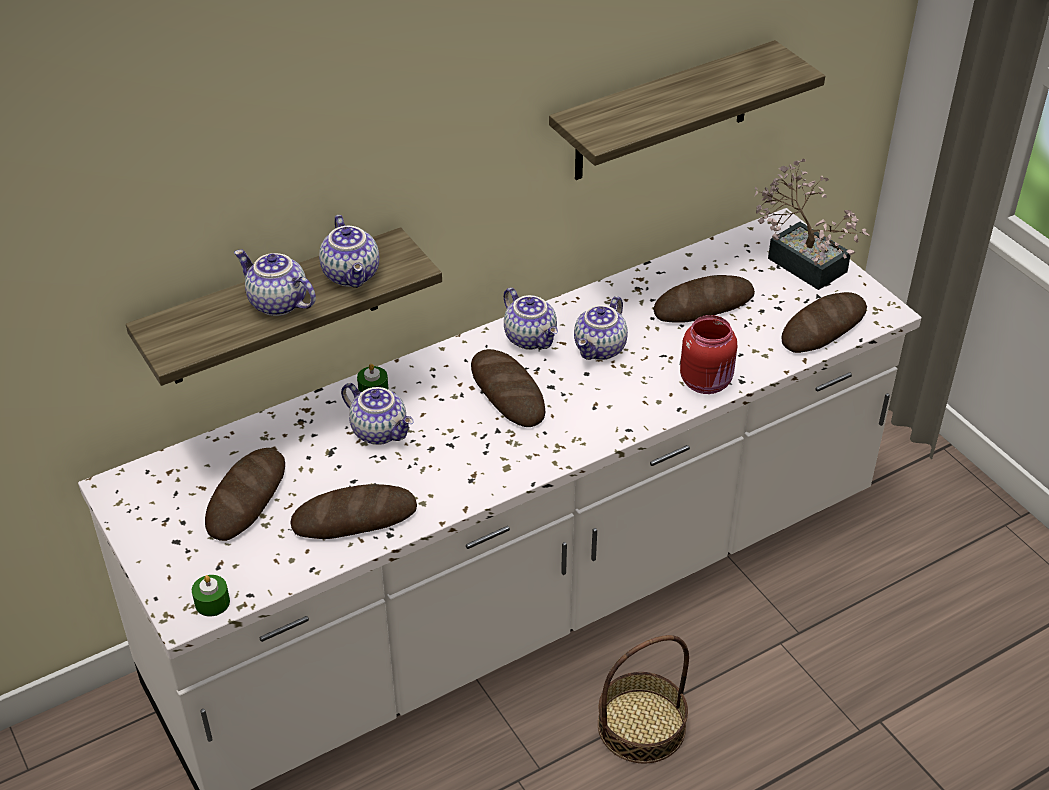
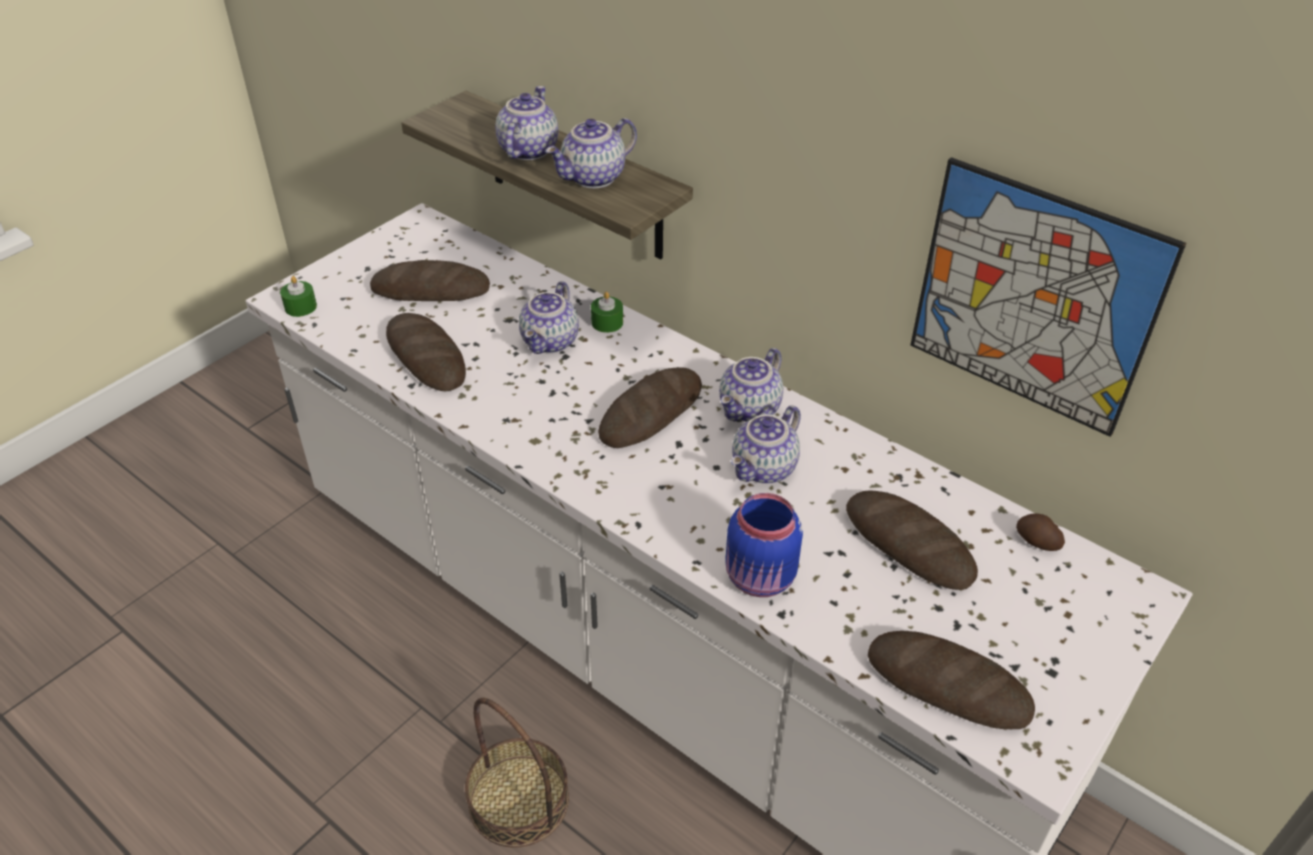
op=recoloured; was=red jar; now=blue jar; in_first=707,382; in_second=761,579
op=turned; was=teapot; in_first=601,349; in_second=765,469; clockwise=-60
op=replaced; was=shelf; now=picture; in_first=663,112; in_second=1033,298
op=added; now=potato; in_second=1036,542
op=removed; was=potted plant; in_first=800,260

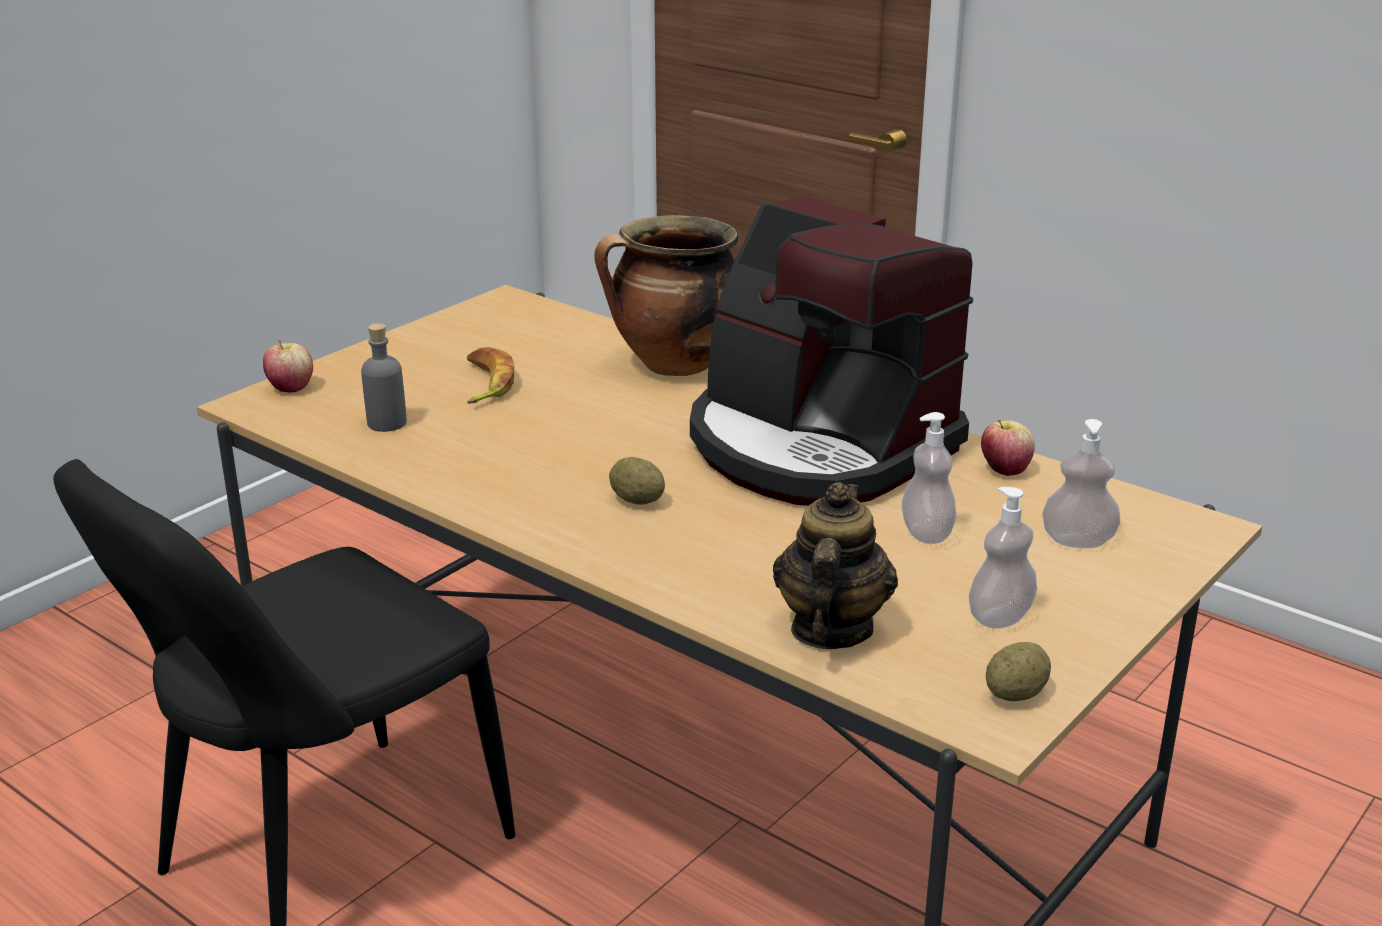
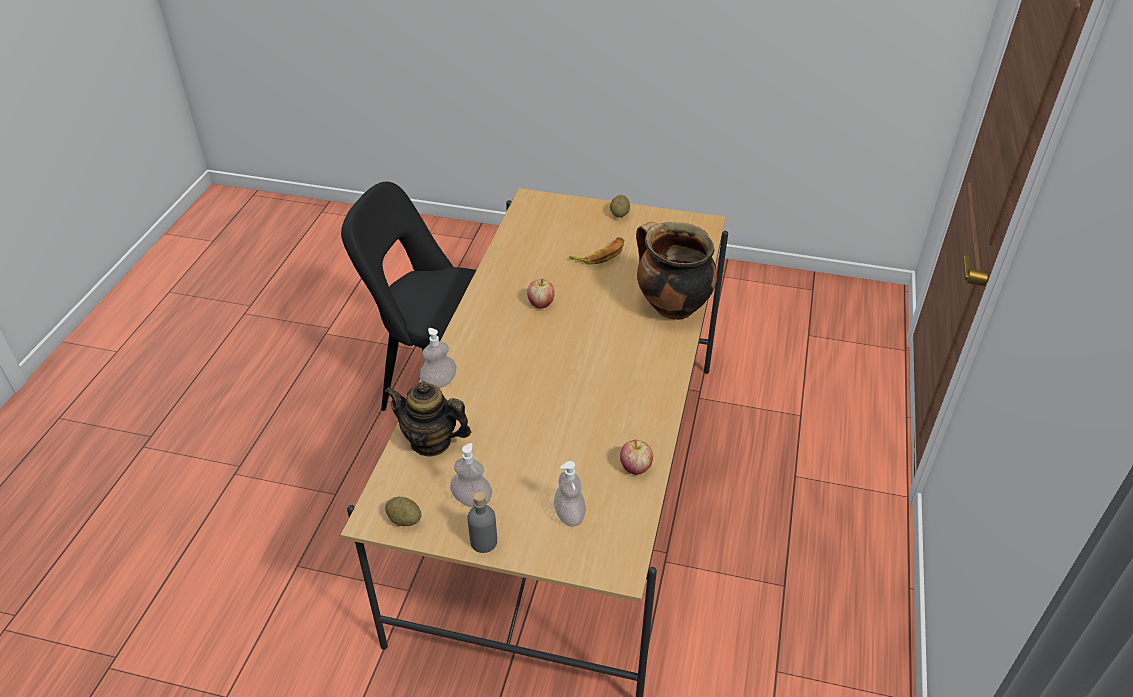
op=turned; was=teapot; in_first=830,629; in_second=431,441; clockwise=-150
op=moved; was=soap dispenser; in_first=926,533; in_second=439,382
op=moved; was=grey bottle; in_first=386,423; in_second=483,542
op=moved; was=apple; in_first=291,388; in_second=541,304
op=moved; was=potato; in_first=637,500; in_second=619,214
op=removed; was=coffee machine; in_first=817,446

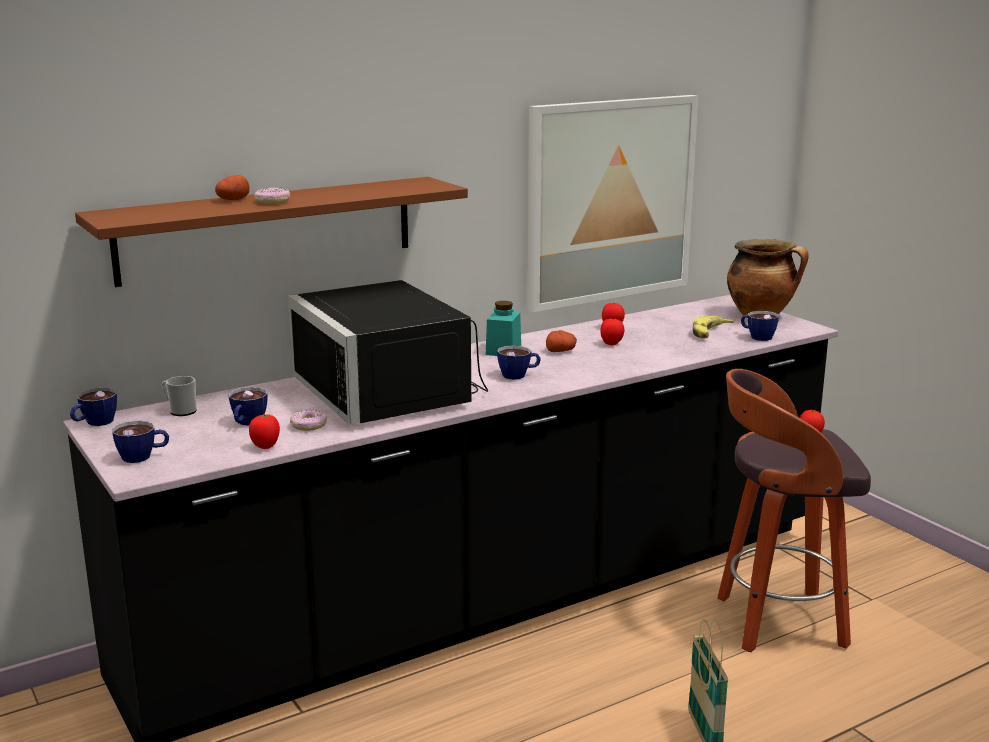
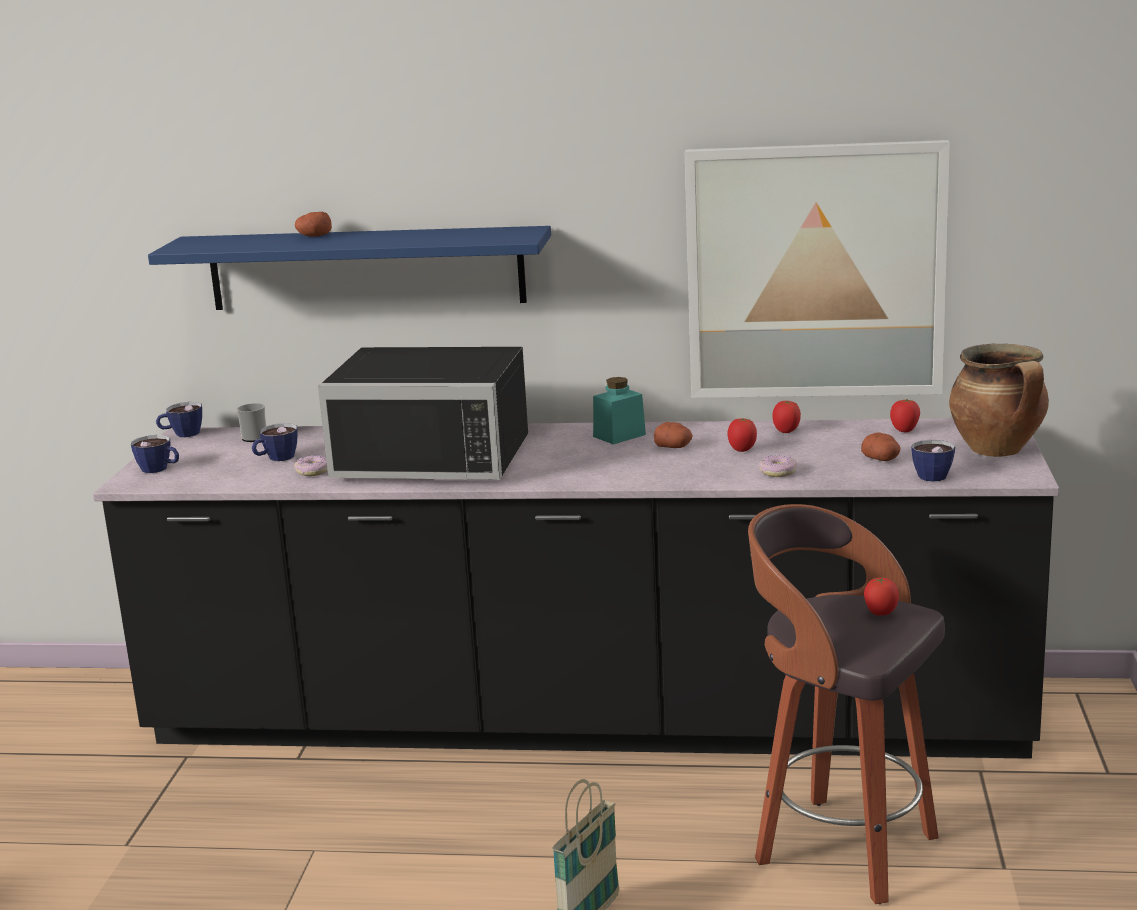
op=recoloured; was=brown shelf; now=blue shelf; in_first=268,229; in_second=366,268
op=turned; was=black microwave; in_first=393,392; in_second=437,456; clockwise=-90
op=moved; was=donut; in_first=272,201; in_second=777,472
op=replaced; was=banana; now=potato; in_first=709,333; in_second=882,459
op=moved; was=tomato; in_first=266,447; in_second=904,431
op=removed; was=cup; in_first=519,375

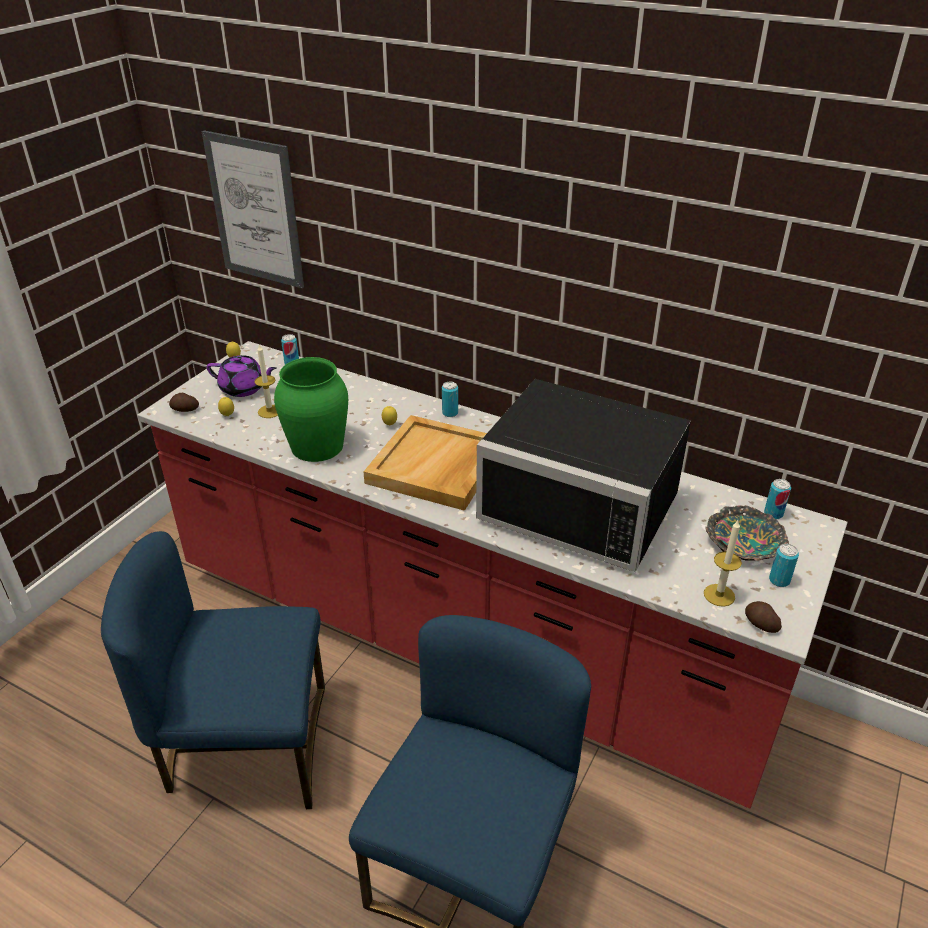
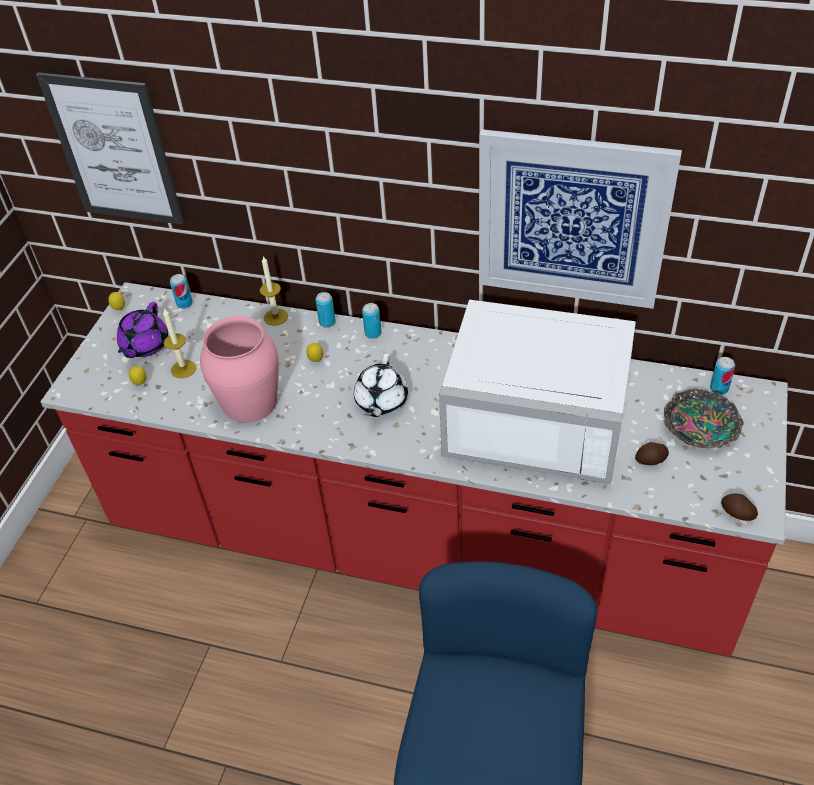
op=turned; was=purple teapot; in_first=244,389; in_second=144,345; clockwise=105
op=recoloured; was=green vase; now=pink vase; in_first=318,446; in_second=250,402
op=moved; was=candle; in_first=719,595; in_second=276,317
op=moved; was=can; in_first=779,580; in_second=327,322
op=replaced; was=beige tray; now=white teapot; in_first=436,466; in_second=381,402
op=recoloured; was=black microwave; now=white microwave; in_first=584,502; in_second=539,413
op=added; now=picture; in_second=572,220
op=moved; was=potato; in_first=185,410; in_second=651,460
op=removed; was=blue chair; in_first=247,746

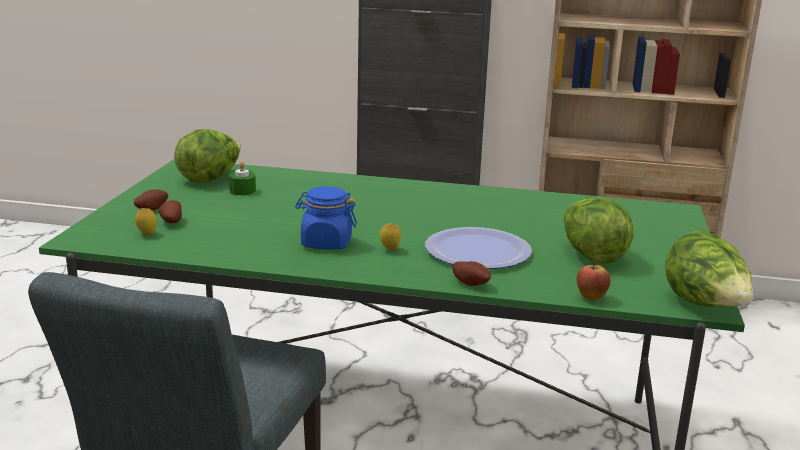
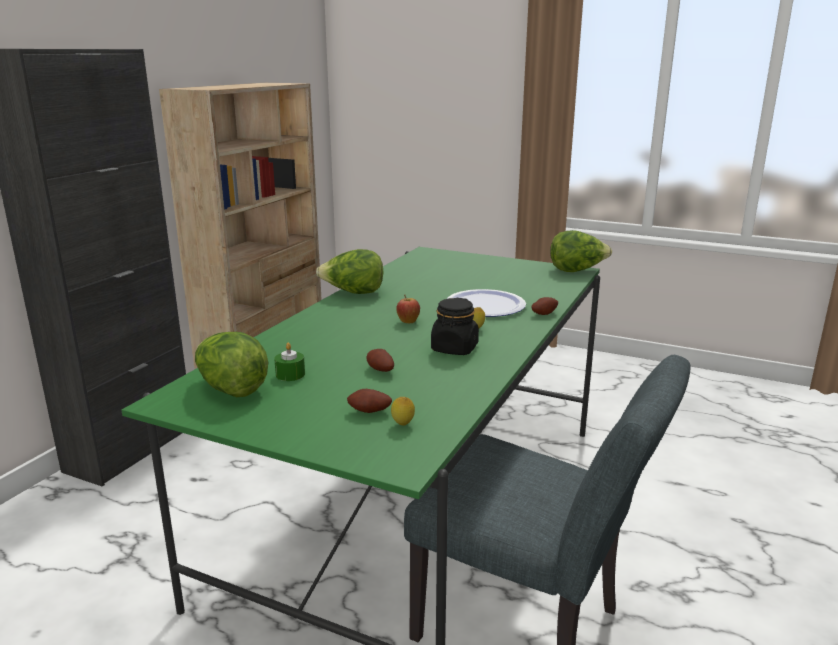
op=moved; was=lettuce; in_first=591,255; in_second=353,293
op=moved; was=potato; in_first=151,209; in_second=380,370
op=moved; was=apple; in_first=591,298; in_second=408,322
op=recoloured; was=blue jar; now=black jar; in_first=326,243; in_second=454,348

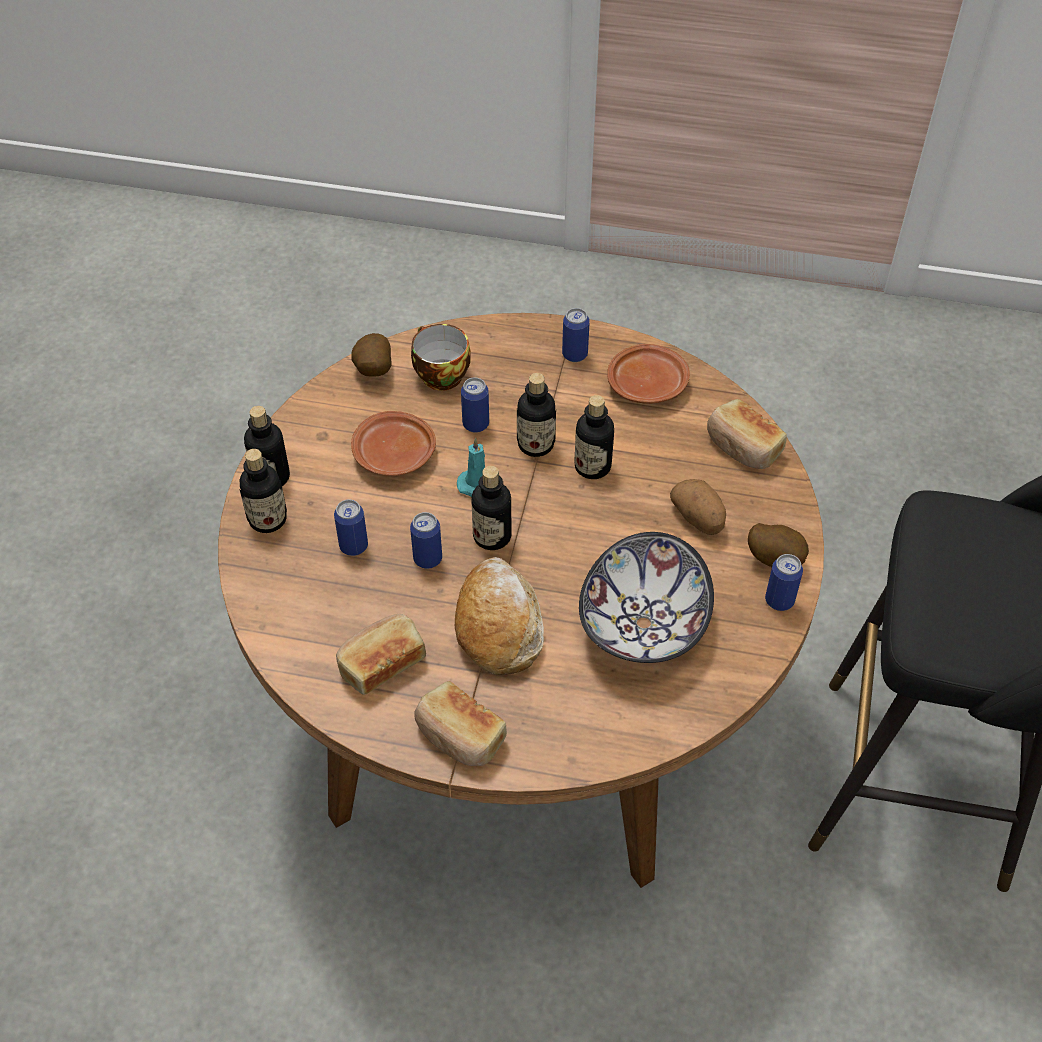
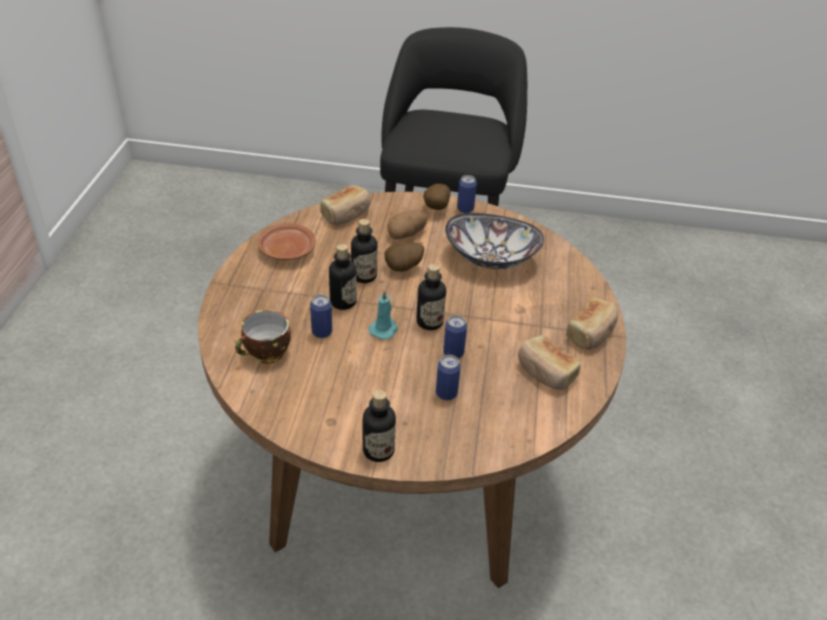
op=moved; was=potato; in_first=373,371; in_second=403,269
op=removed; was=bottle; in_first=268,519
op=removed; was=brown plate; in_first=395,455
op=removed; was=bread; in_first=498,625
op=removed; was=can; in_first=574,354

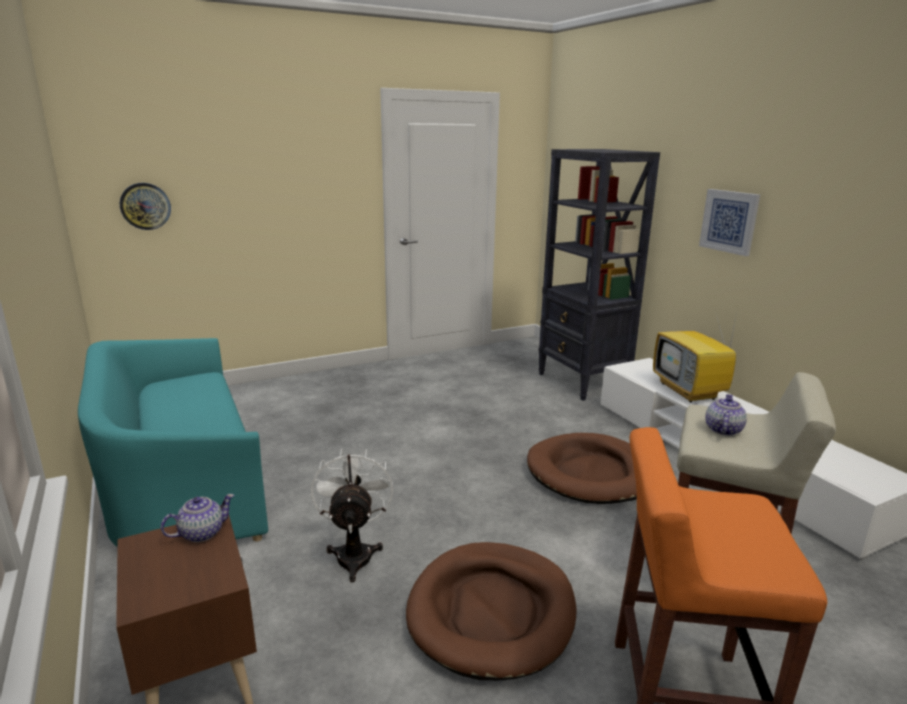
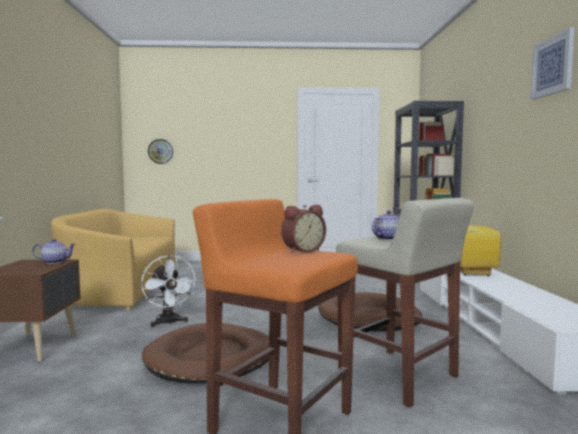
op=recoloured; was=turquoise sofa; now=yellow sofa; in_first=182,484; in_second=122,288
op=turned; was=white fan; in_first=354,553; in_second=169,323; clockwise=135
op=added; now=alarm clock; in_second=302,250
op=moved; was=picture; in_first=729,221; in_second=553,66

